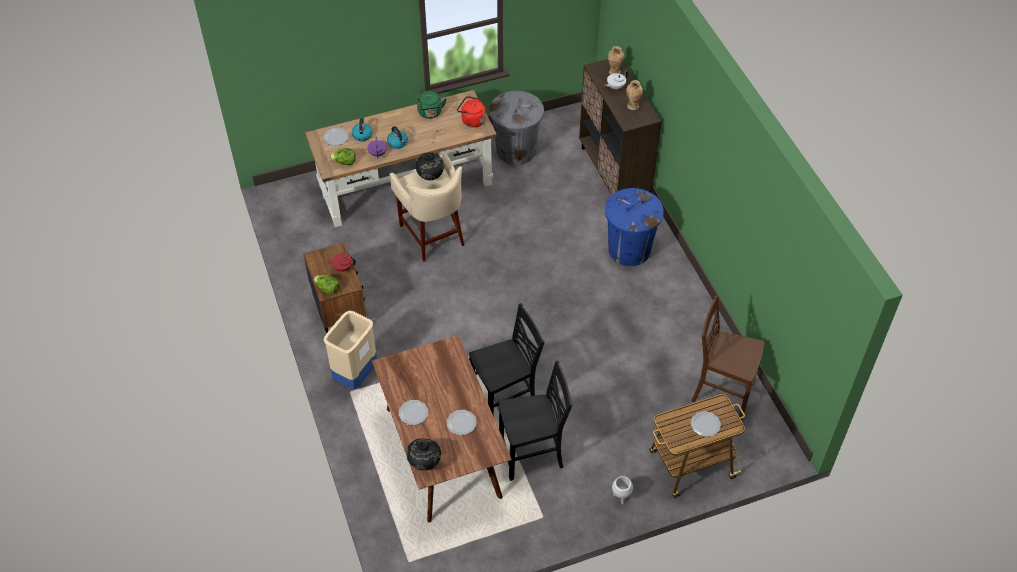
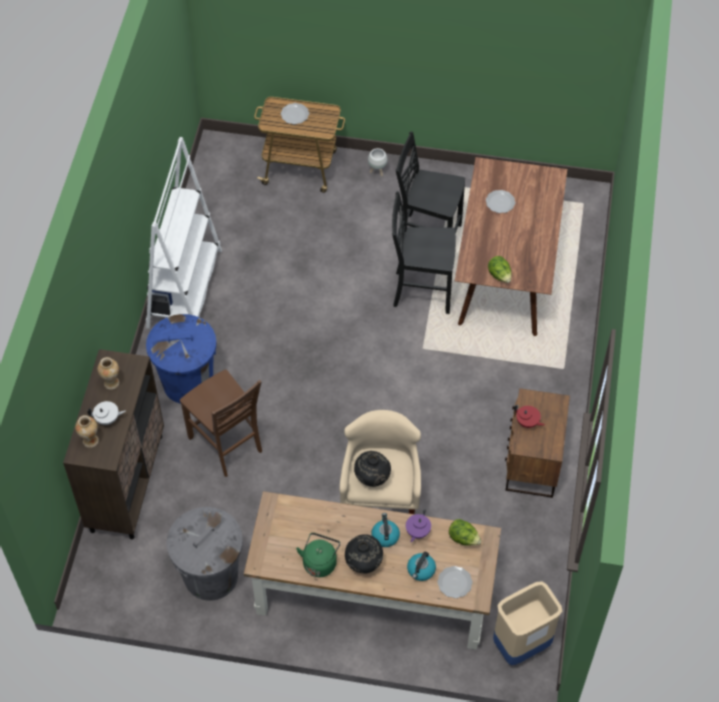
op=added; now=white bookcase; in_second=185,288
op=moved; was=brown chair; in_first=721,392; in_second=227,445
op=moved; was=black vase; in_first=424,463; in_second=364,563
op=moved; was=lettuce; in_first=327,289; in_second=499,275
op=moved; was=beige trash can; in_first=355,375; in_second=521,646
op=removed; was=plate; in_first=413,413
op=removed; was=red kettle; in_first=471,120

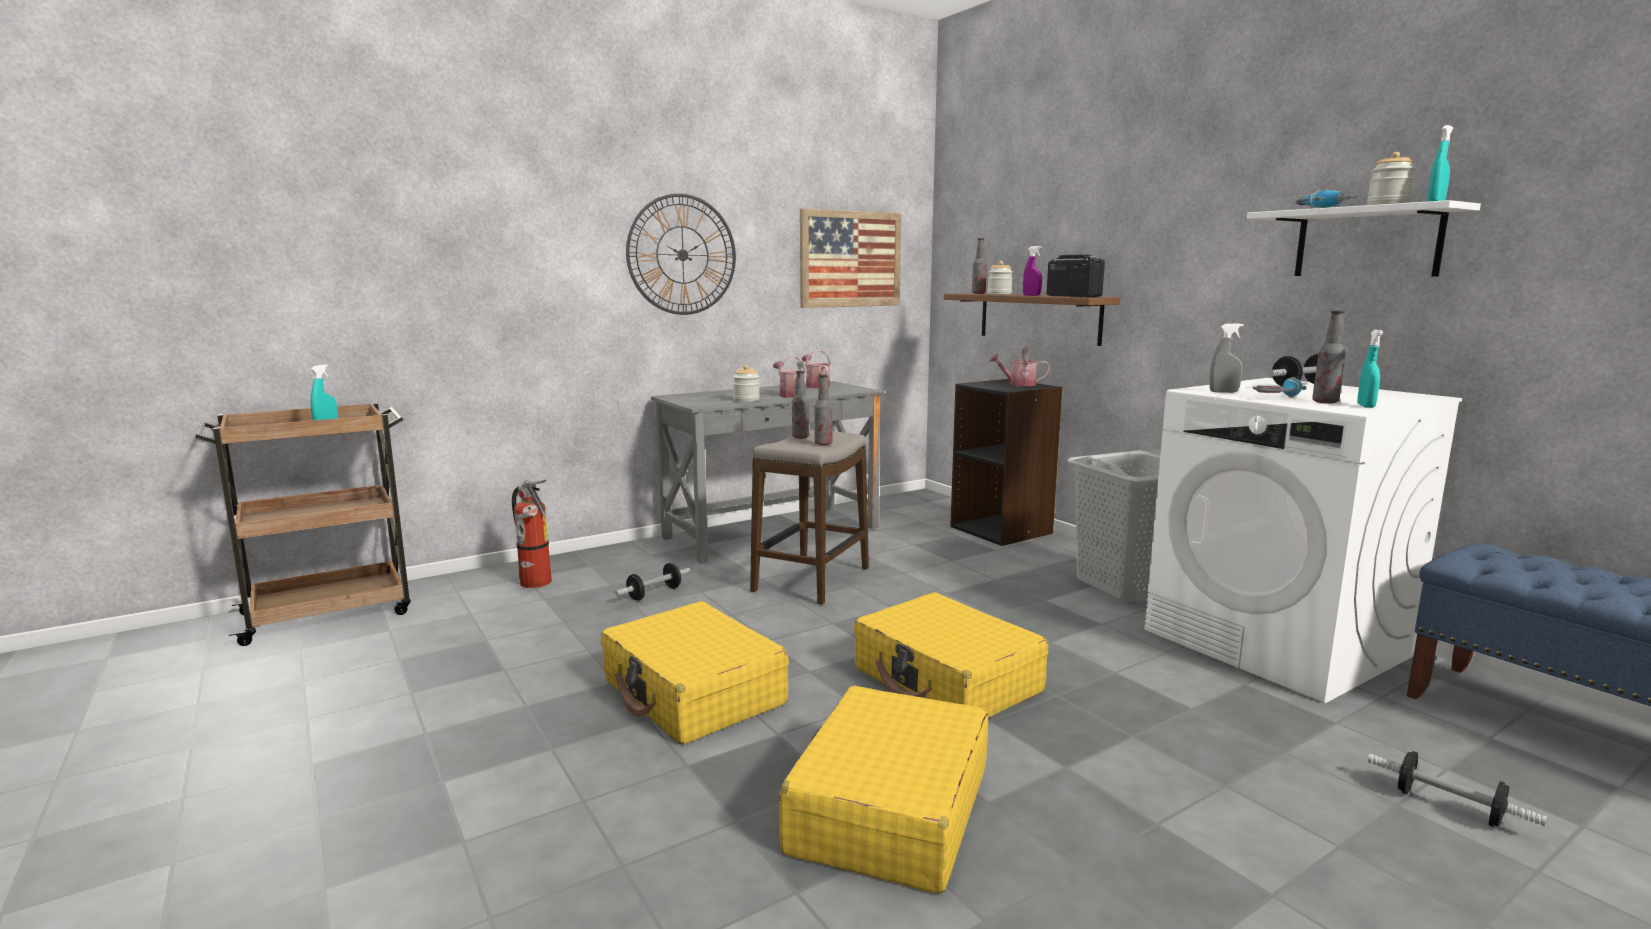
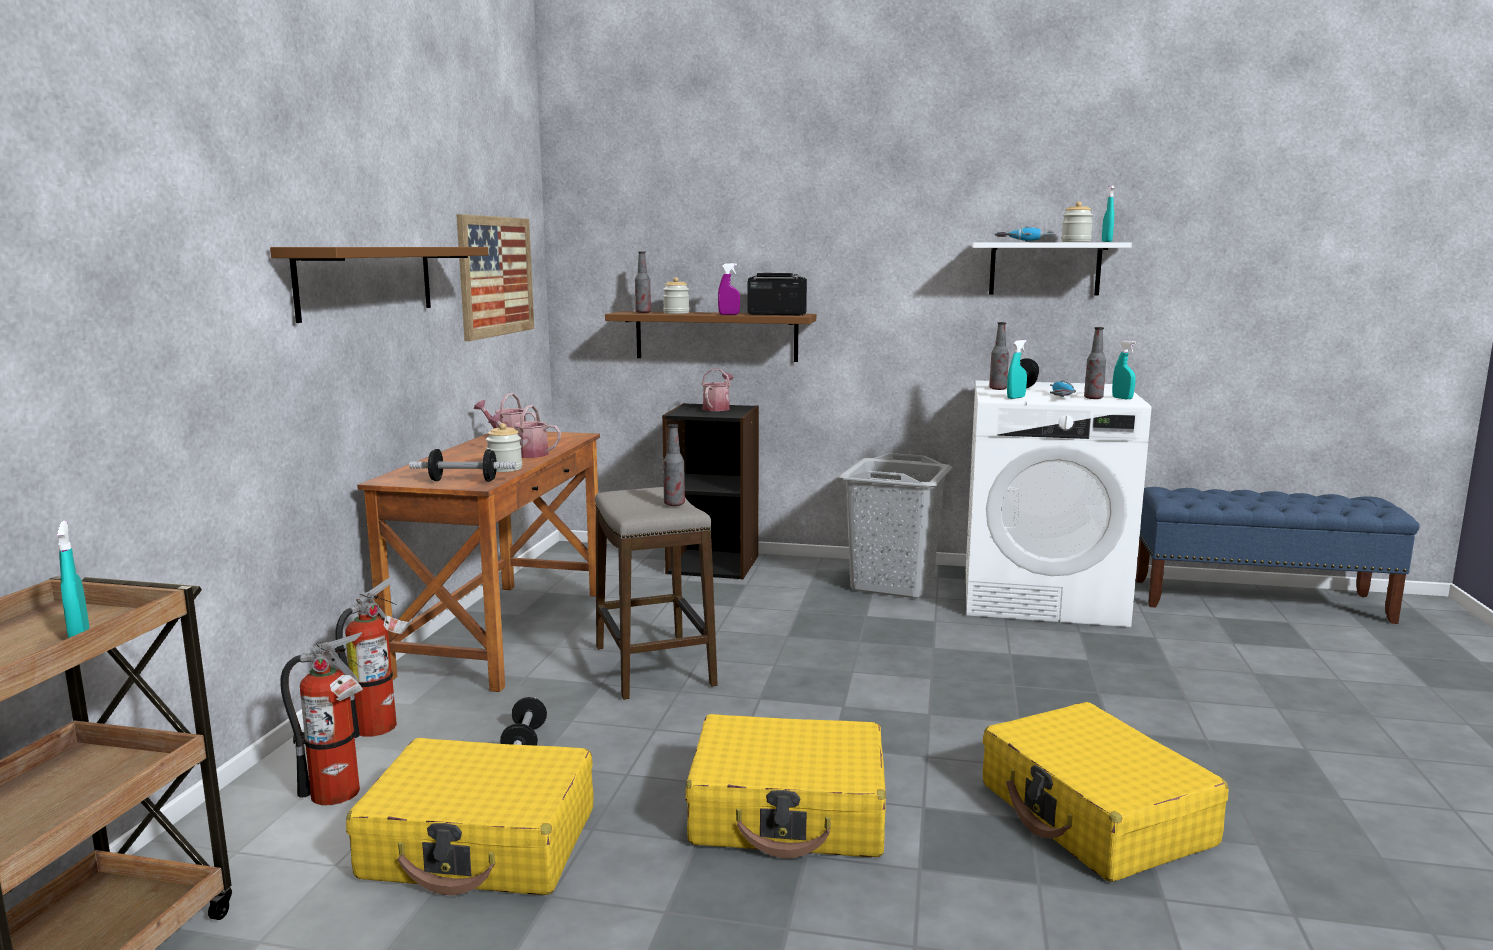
op=replaced; was=wall clock; now=brown shelf; in_first=682,255; in_second=367,281
op=added; now=fire extinguisher; in_second=382,726
op=moved; was=yellow suitcase; in_first=947,680; in_second=481,844
op=recoloured; was=grey desk; now=brown desk; in_first=772,532; in_second=502,632
op=moved; was=dumbbell; in_first=1448,807; in_second=463,481
op=turned; was=watering can; in_first=1018,384; in_second=717,408; clockwise=150
op=moved; was=bottle; in_first=800,437; in_second=998,389
op=recoloured; was=grey spray bottle; now=turquoise spray bottle; in_first=1223,392; in_second=1016,398

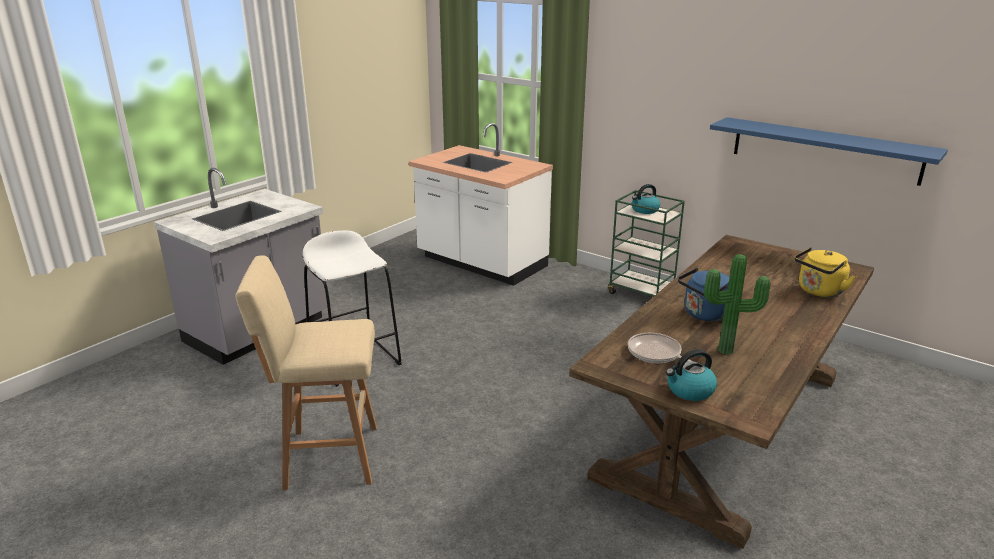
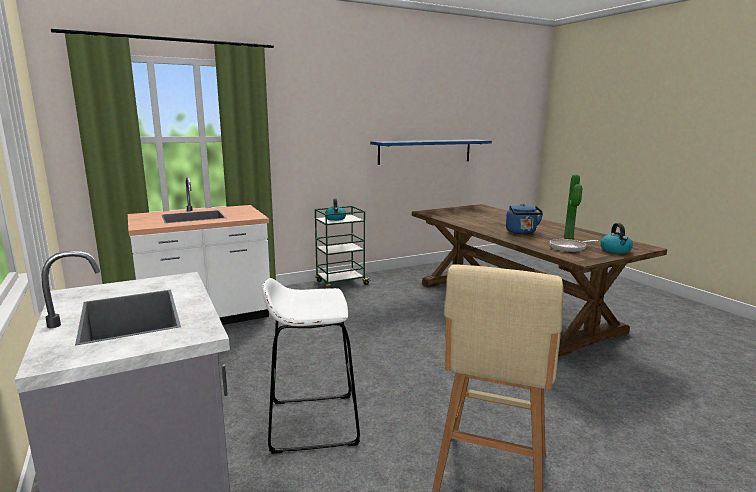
op=removed; was=yellow kettle; in_first=819,291

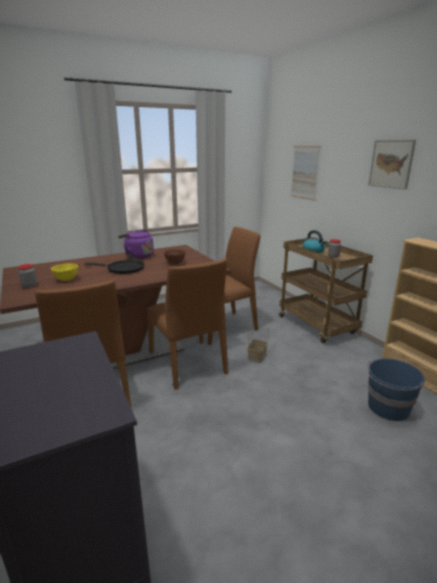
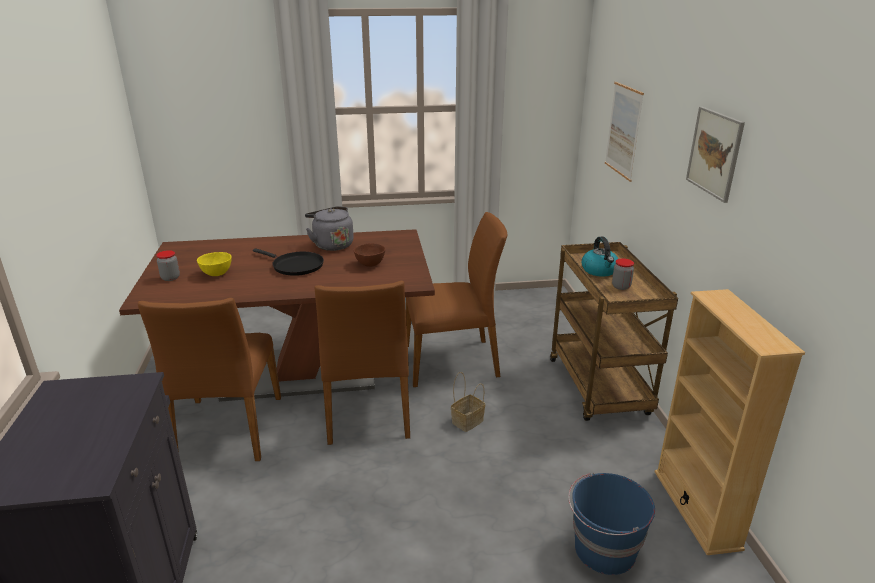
op=recoloured; was=purple kettle; now=grey kettle; in_first=138,256; in_second=331,244

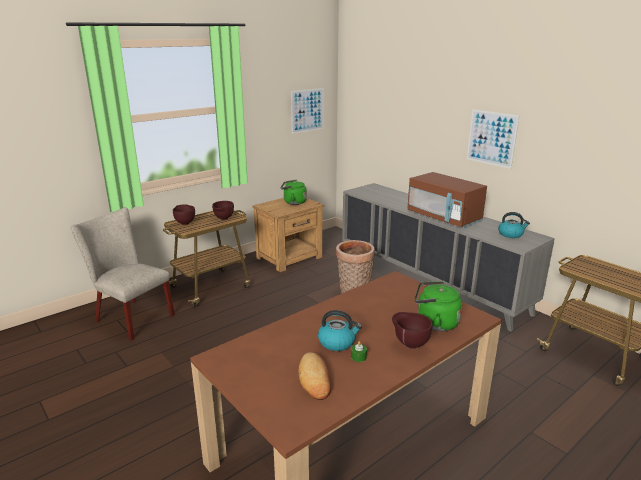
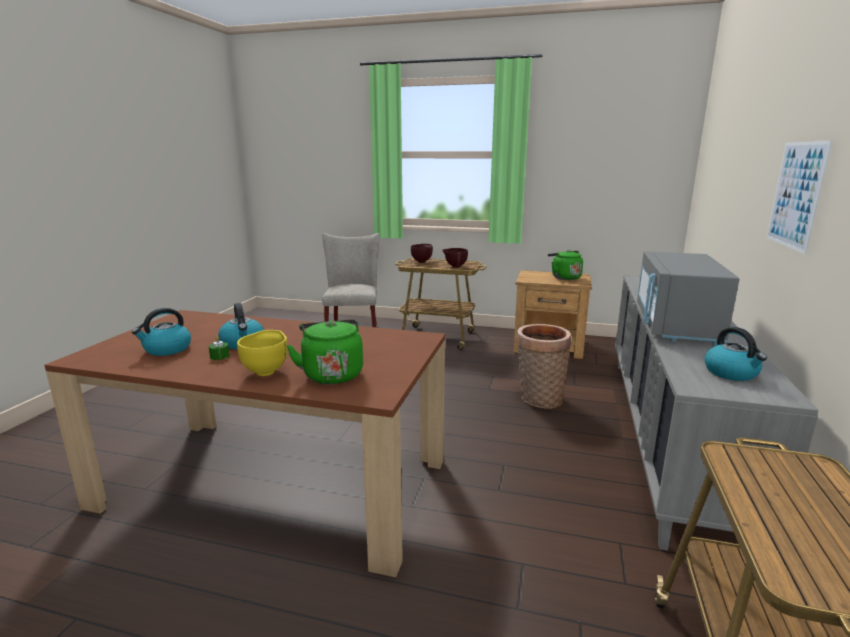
op=replaced; was=bread; now=kettle; in_first=315,379; in_second=167,349
op=recoloured; was=brown bowl; now=yellow bowl; in_first=410,344; in_second=266,371
op=recoloured; was=brown microwave; now=grey microwave; in_first=443,218; in_second=675,326
op=removed; was=picture; in_first=307,110

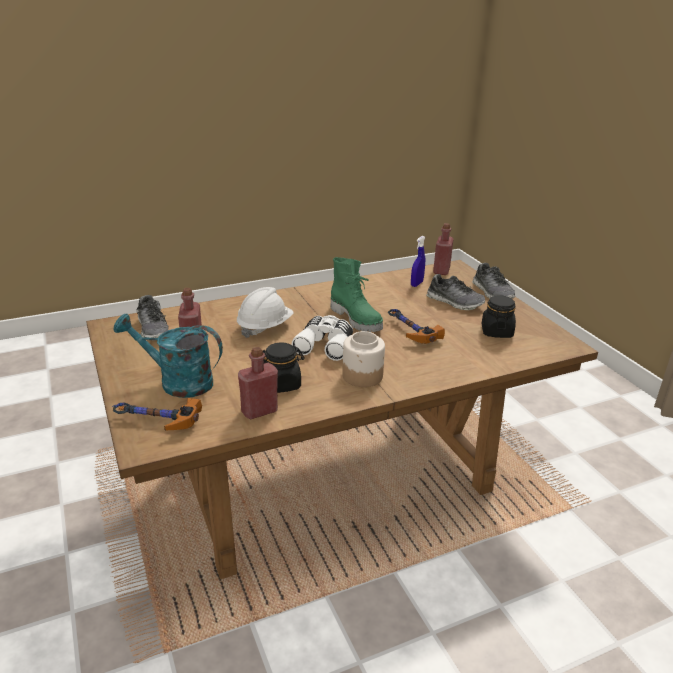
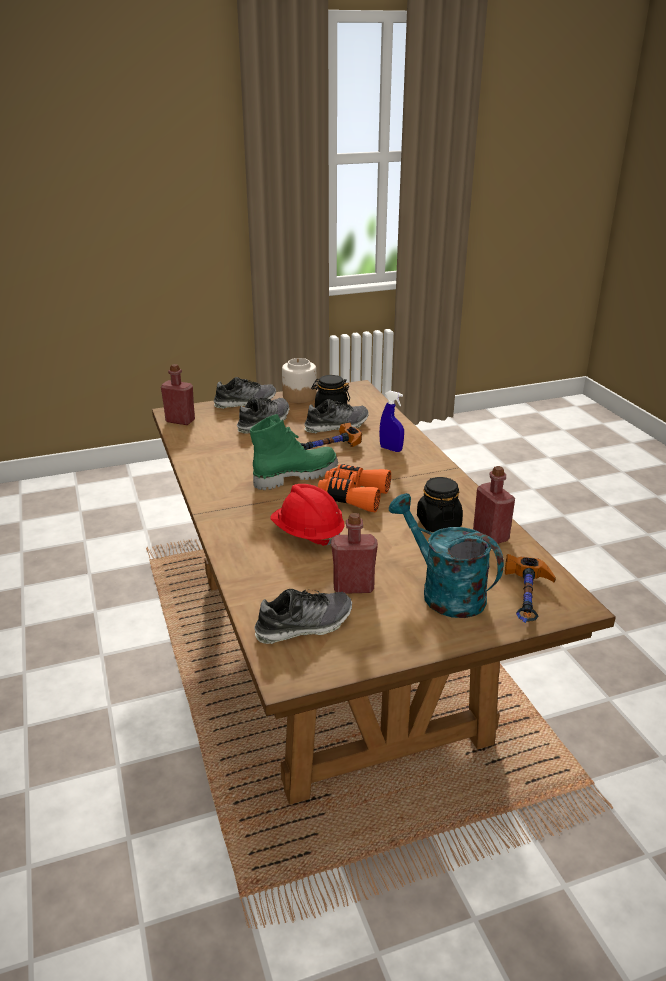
op=recoloured; was=white hard hat; now=red hard hat; in_first=265,327; in_second=308,534
op=moved; was=jar; in_first=363,376; in_second=299,396
op=added; now=shoe; in_second=336,426
op=recoloured; was=white binoculars; now=orange binoculars; in_first=325,344; in_second=353,496
op=moved; was=blue spray bottle; in_first=416,284; in_second=391,449
op=turned; was=turquoise watering can; in_first=177,382; in_second=444,592; clockwise=120

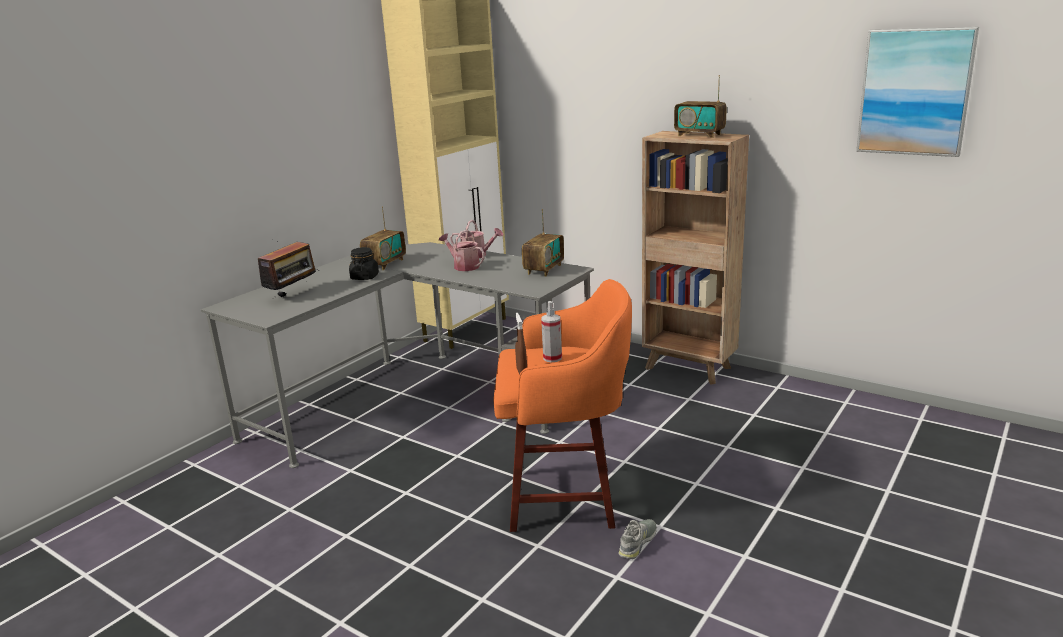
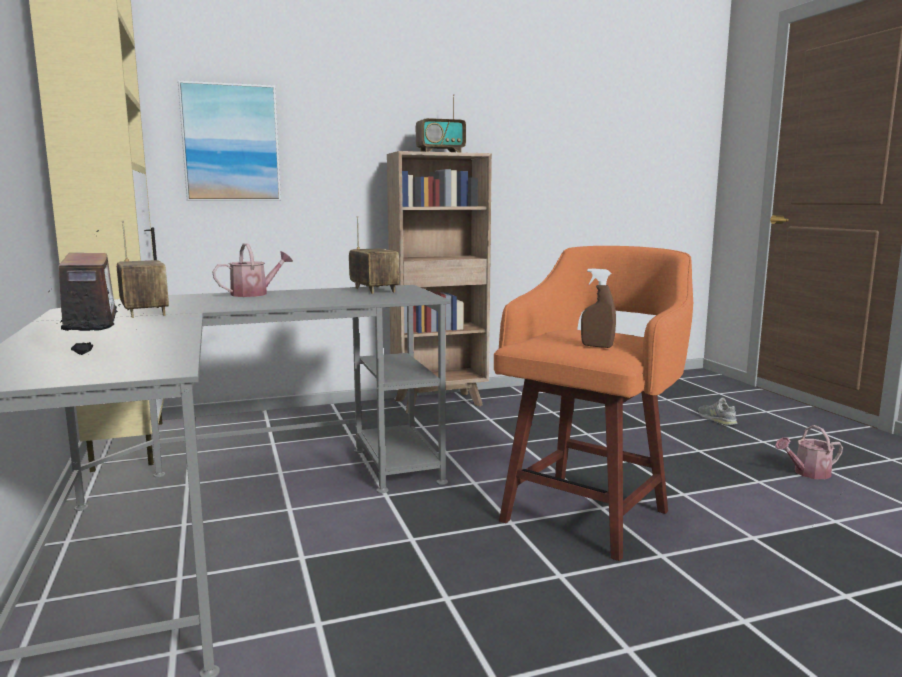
op=moved; was=picture; in_first=915,92; in_second=231,143
op=moved; was=grey shoe; in_first=638,542; in_second=716,419
op=moved; was=watering can; in_first=463,266; in_second=807,473
op=removed; was=black jar; in_first=364,277
op=removed; was=spray bottle; in_first=552,358

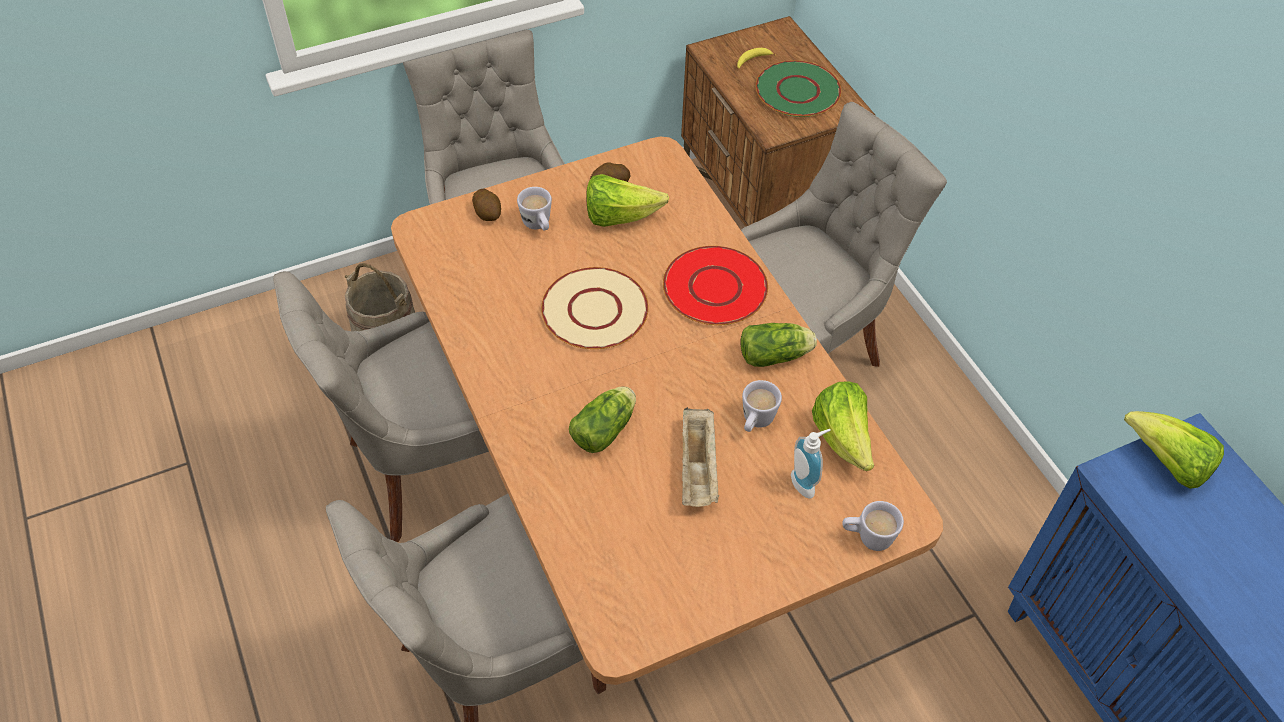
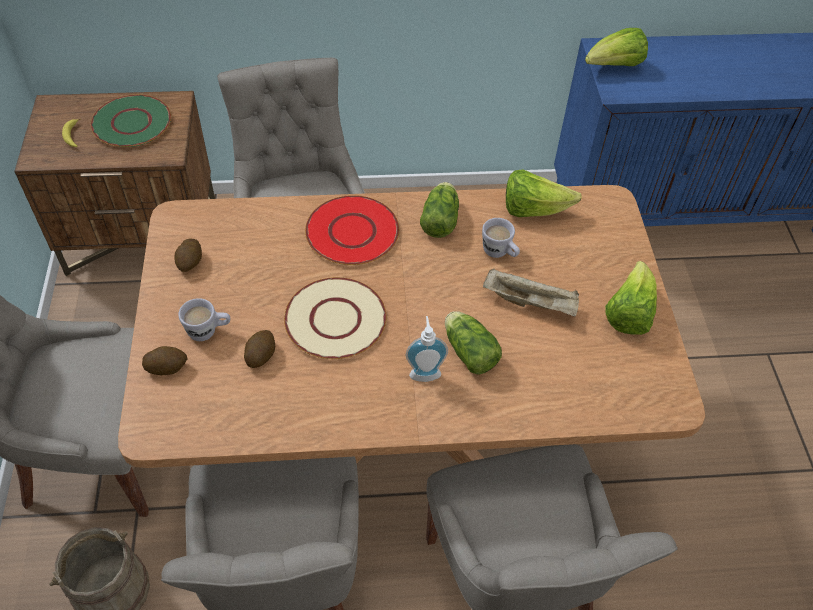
op=added; now=potato; in_second=260,355
op=moved; was=soap dispenser; in_first=806,483; in_second=424,372
op=moved; was=lettuce; in_first=619,217; in_second=628,313
op=removed; was=white mug; in_first=867,537

